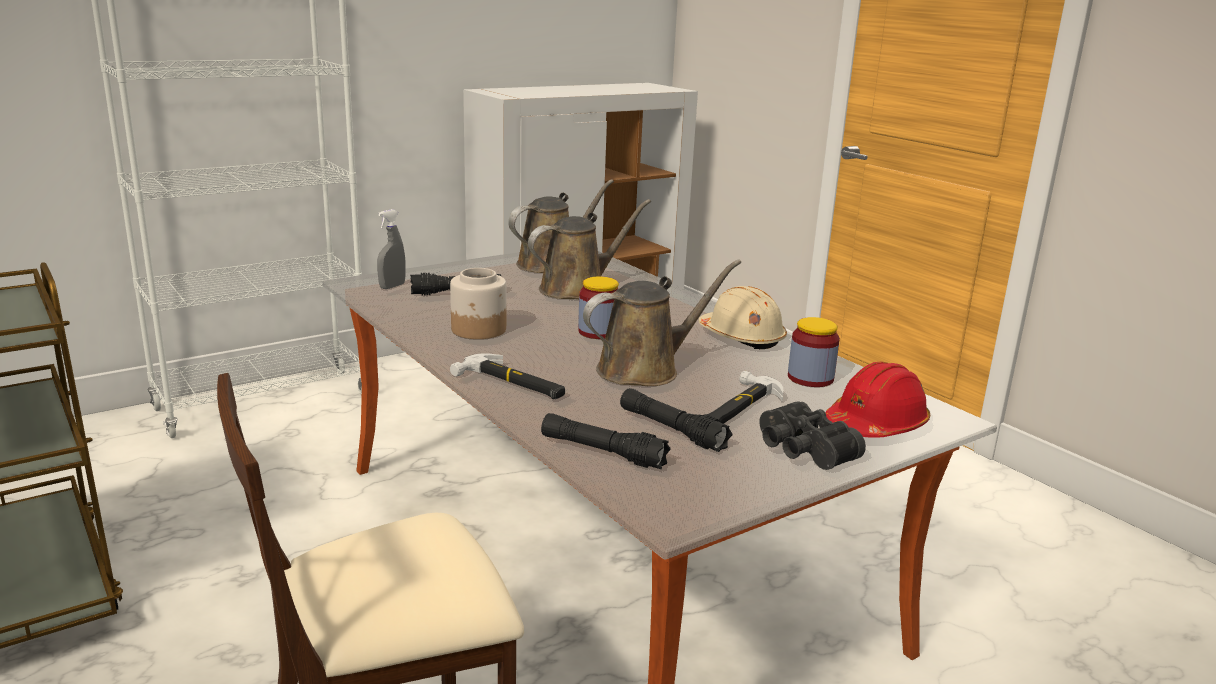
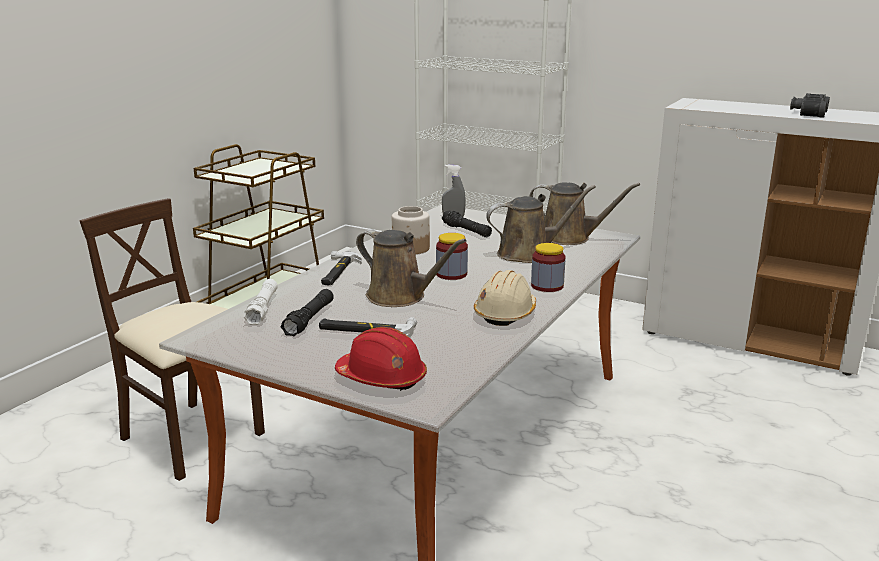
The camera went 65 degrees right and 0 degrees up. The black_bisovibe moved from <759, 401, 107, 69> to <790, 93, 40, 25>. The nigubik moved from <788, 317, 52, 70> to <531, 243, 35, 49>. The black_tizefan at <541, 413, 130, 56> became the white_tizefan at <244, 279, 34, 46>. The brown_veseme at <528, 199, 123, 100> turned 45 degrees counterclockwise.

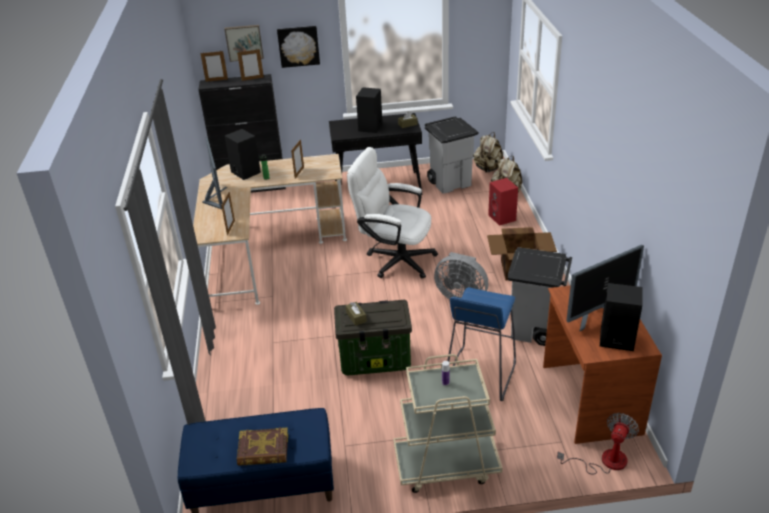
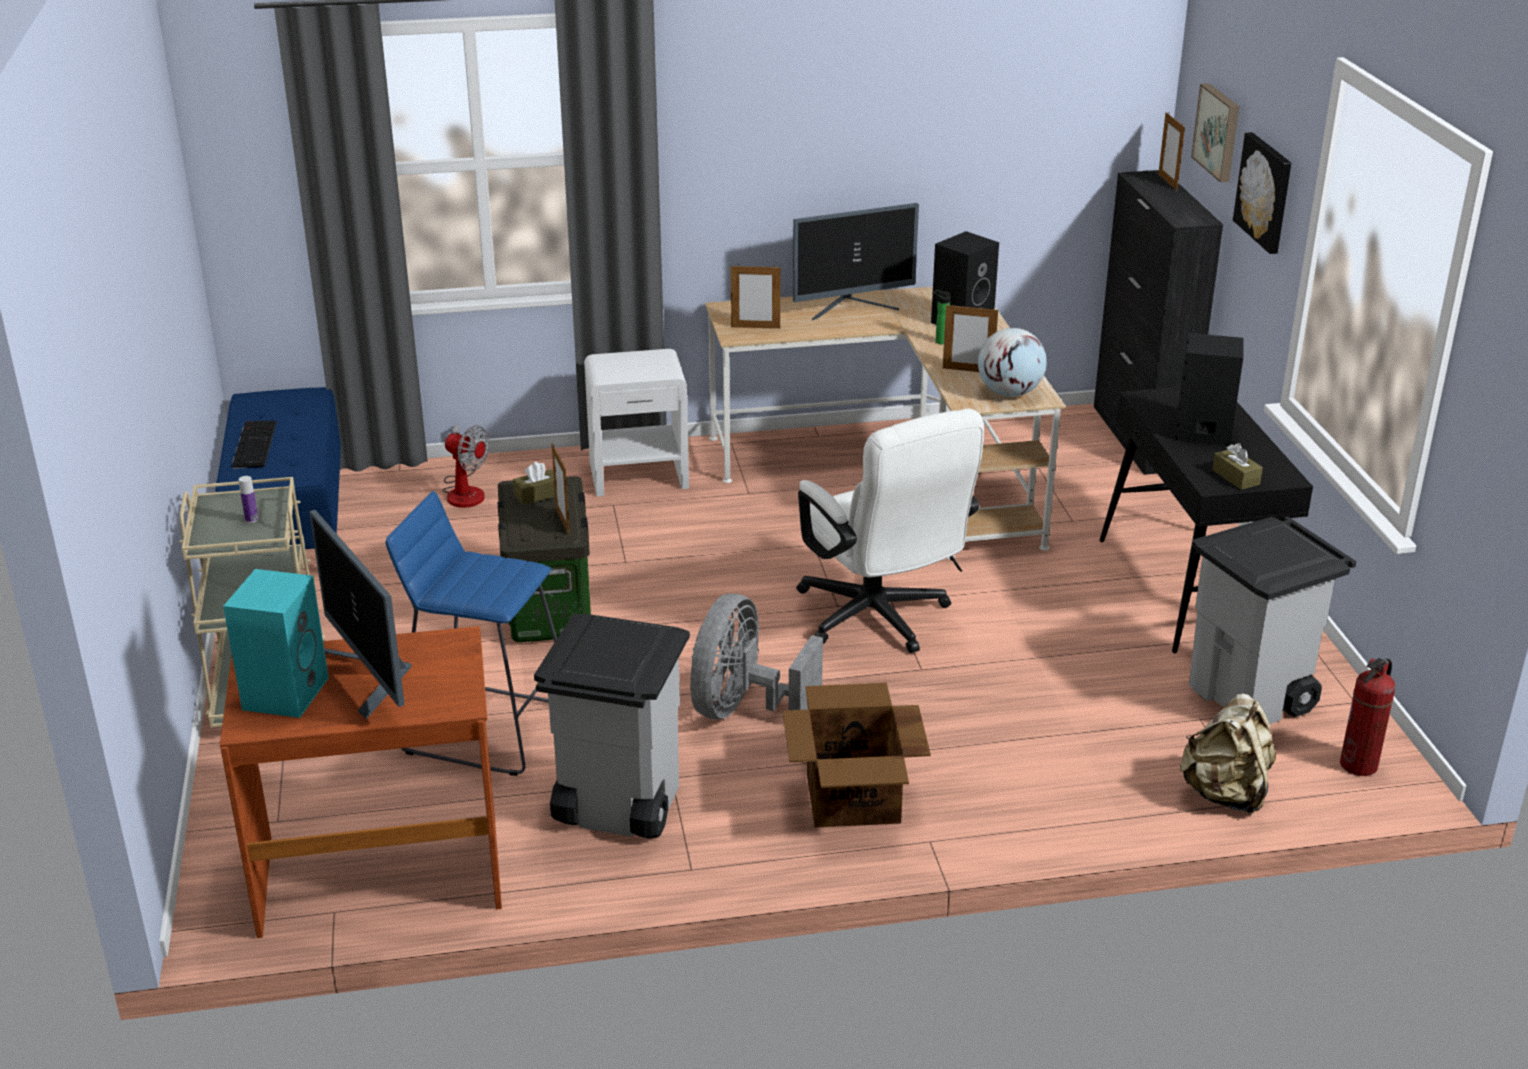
The camera went 85 degrees right and 5 degrees down. The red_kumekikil at <488, 178, 30, 48> disappeared. The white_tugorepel at <584, 349, 105, 147> appeared. The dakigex at <978, 328, 69, 69> appeared. The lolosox moved from <237, 49, 27, 32> to <551, 443, 19, 92>. The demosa moved from <557, 413, 82, 61> to <443, 424, 47, 84>. The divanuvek at <237, 427, 51, 39> was replaced by the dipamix at <232, 420, 45, 49>. The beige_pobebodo at <474, 132, 29, 41> was replaced by the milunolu at <1340, 658, 55, 118>. The black_kumekikil at <600, 283, 43, 68> became the turquoise_kumekikil at <223, 569, 105, 149>. The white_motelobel at <347, 147, 91, 132> turned 135 degrees clockwise.

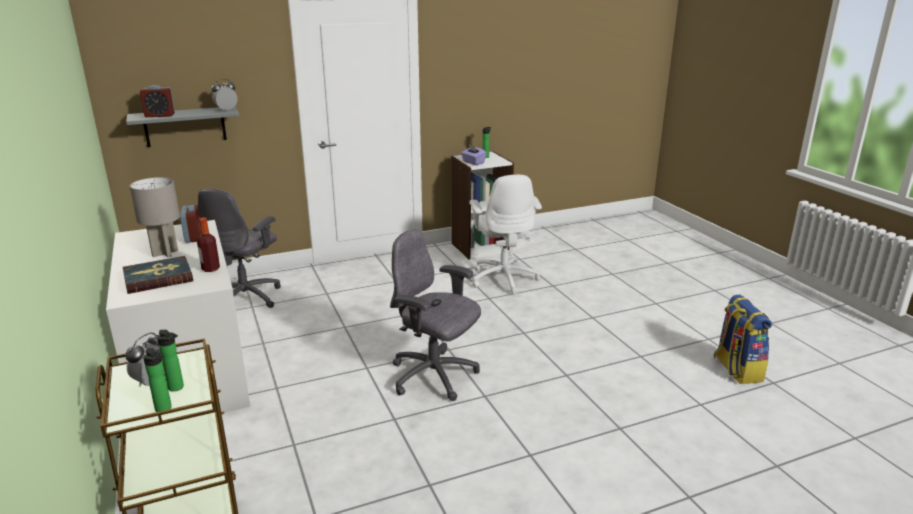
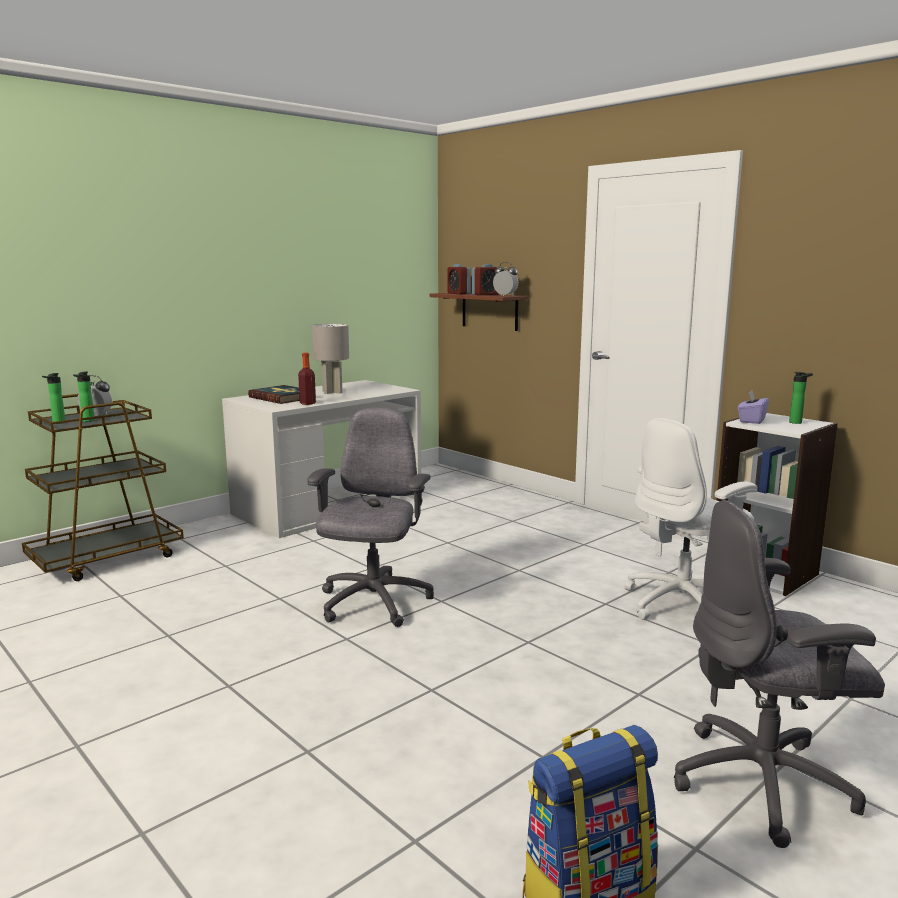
The camera went 70 degrees right and 10 degrees down. The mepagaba moved from <180, 205, 21, 38> to <472, 264, 27, 31>. The grey_motelobel moved from <198, 189, 83, 119> to <674, 500, 211, 348>. The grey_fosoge at <126, 107, 113, 40> became the brown_fosoge at <430, 293, 98, 38>.

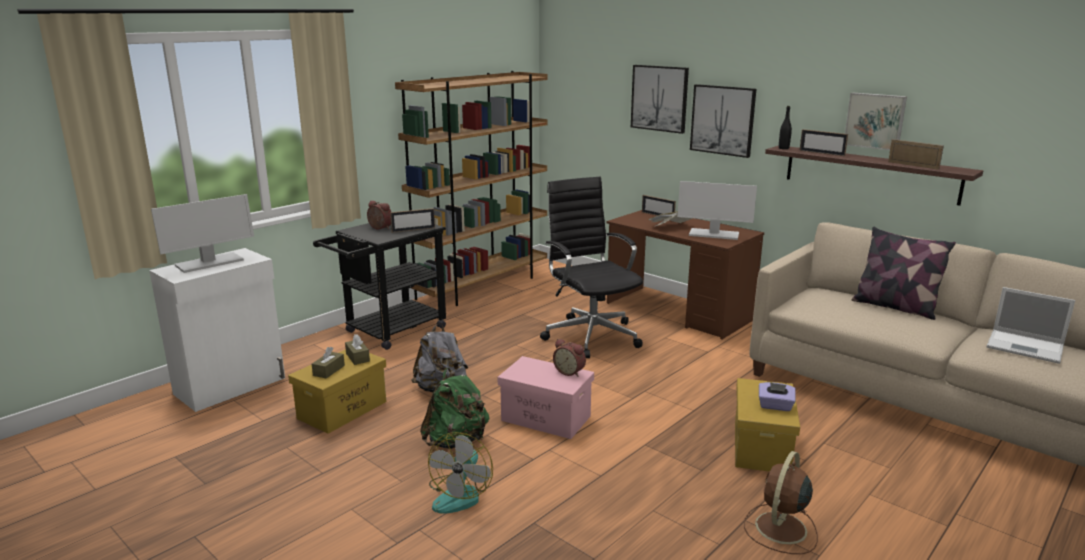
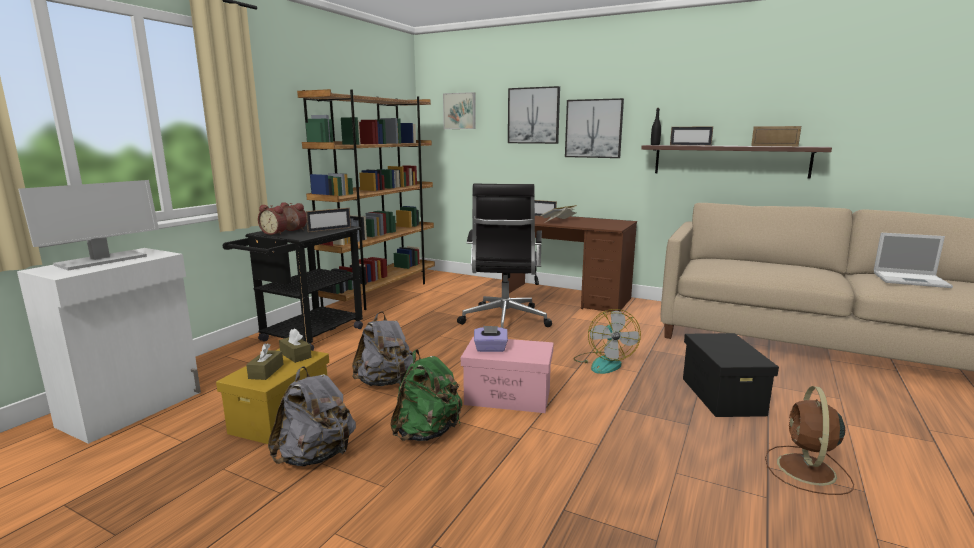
The camera went 15 degrees left and 5 degrees down. The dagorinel at <677, 181, 80, 59> disappeared. The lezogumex at <851, 227, 105, 93> disappeared. The grey_pobebodo at <268, 366, 88, 101> appeared. The demosa moved from <428, 432, 65, 82> to <573, 309, 68, 65>. The mepagaba moved from <553, 339, 33, 38> to <258, 205, 29, 30>. The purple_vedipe moved from <759, 382, 37, 29> to <474, 326, 34, 26>. The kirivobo moved from <845, 93, 62, 57> to <443, 92, 33, 37>. The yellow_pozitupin at <735, 378, 65, 93> became the black_pozitupin at <683, 333, 96, 84>. The black_motelobel at <540, 177, 103, 181> turned 135 degrees counterclockwise.

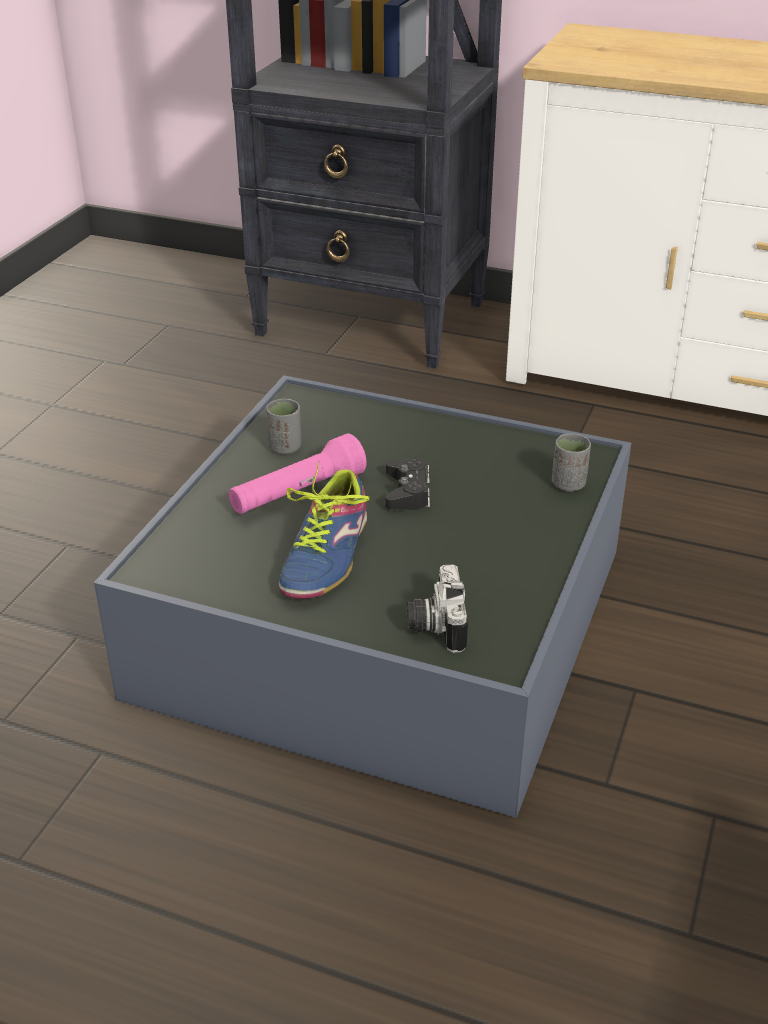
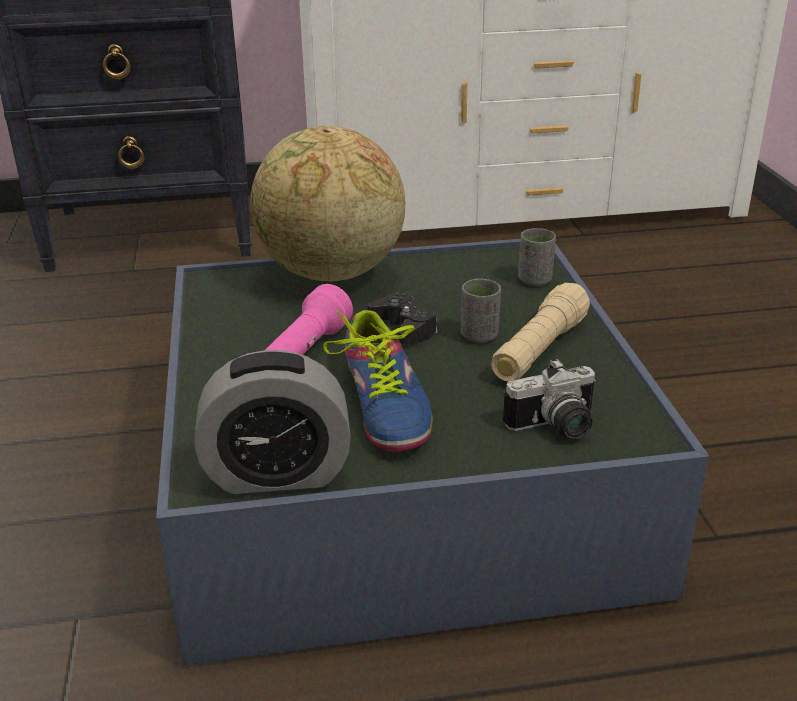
The camera went 30 degrees left and 5 degrees down. The mepagaba at <195, 350, 156, 144> appeared. The dakigex at <250, 126, 155, 155> appeared. The beige_tizefan at <491, 283, 99, 99> appeared. The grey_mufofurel moved from <266, 399, 35, 55> to <461, 278, 40, 65>. The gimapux at <407, 564, 61, 89> turned 75 degrees counterclockwise.

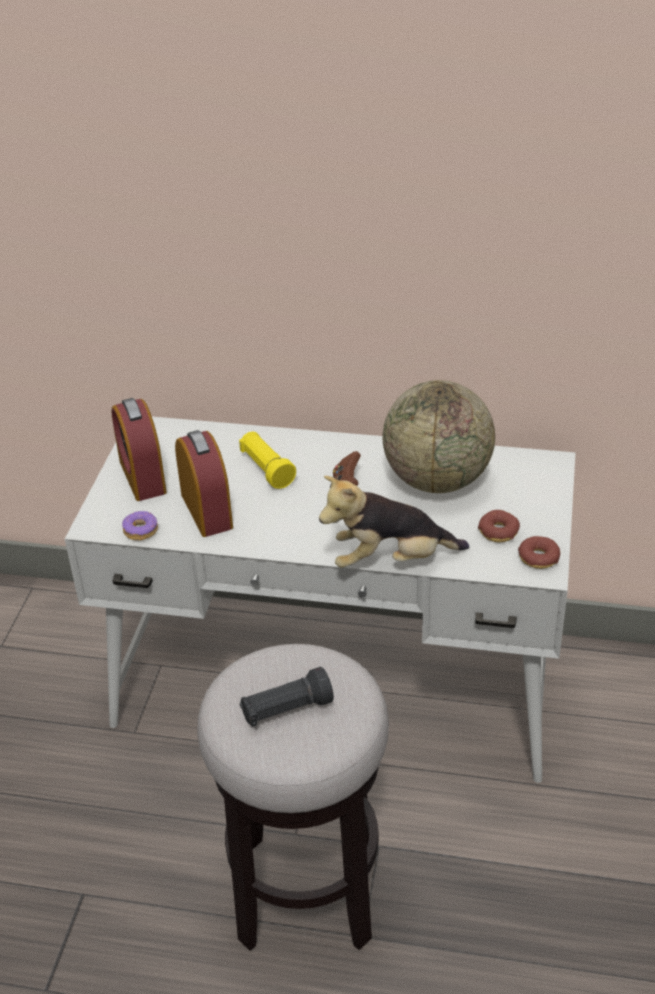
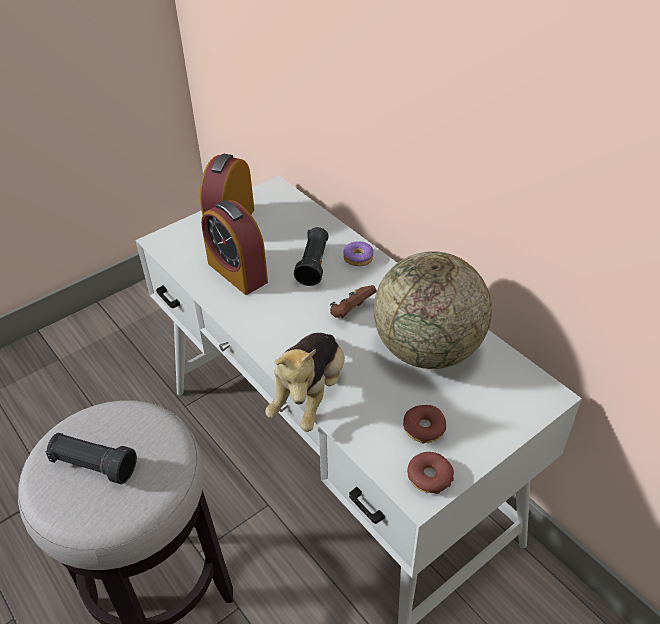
The camera went 40 degrees right and 5 degrees up. The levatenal moved from <122, 511, 36, 30> to <343, 241, 30, 25>. The yellow_tizefan at <239, 432, 57, 57> became the black_tizefan at <294, 227, 35, 59>. The mepagaba at <175, 430, 58, 107> turned 120 degrees clockwise. The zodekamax at <319, 476, 150, 92> turned 105 degrees counterclockwise.

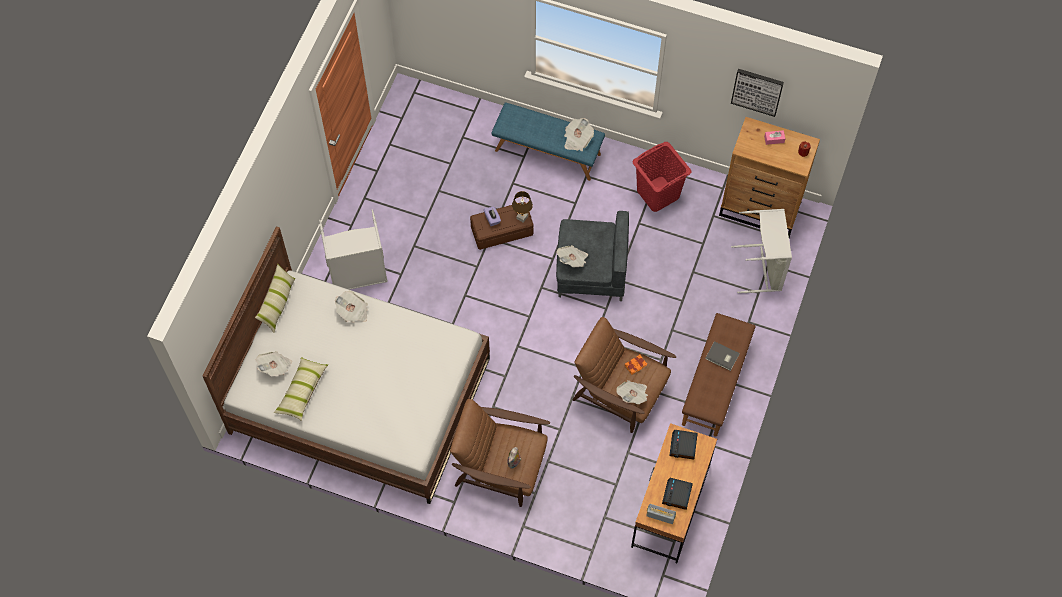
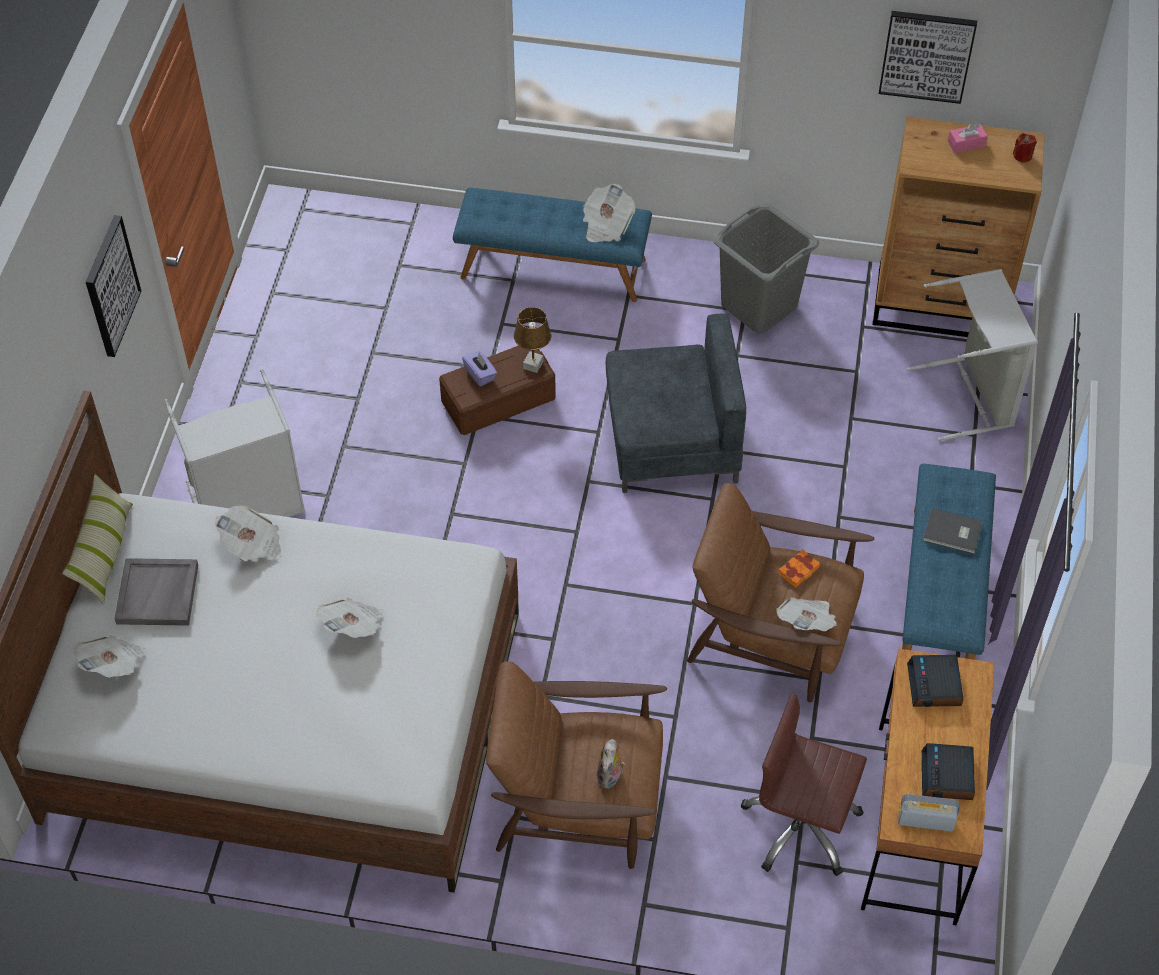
The camera went 10 degrees left and 10 degrees down. The lezogumex at <274, 357, 54, 64> disappeared. The kirivobo at <86, 215, 55, 142> appeared. The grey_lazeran at <115, 558, 83, 68> appeared. The brown_motelobel at <741, 692, 126, 184> appeared. The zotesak moved from <556, 245, 32, 23> to <316, 598, 68, 40>. The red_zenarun at <632, 142, 59, 70> became the grey_zenarun at <713, 203, 106, 131>. The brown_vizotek at <682, 313, 74, 124> became the blue_vizotek at <902, 464, 94, 196>.

